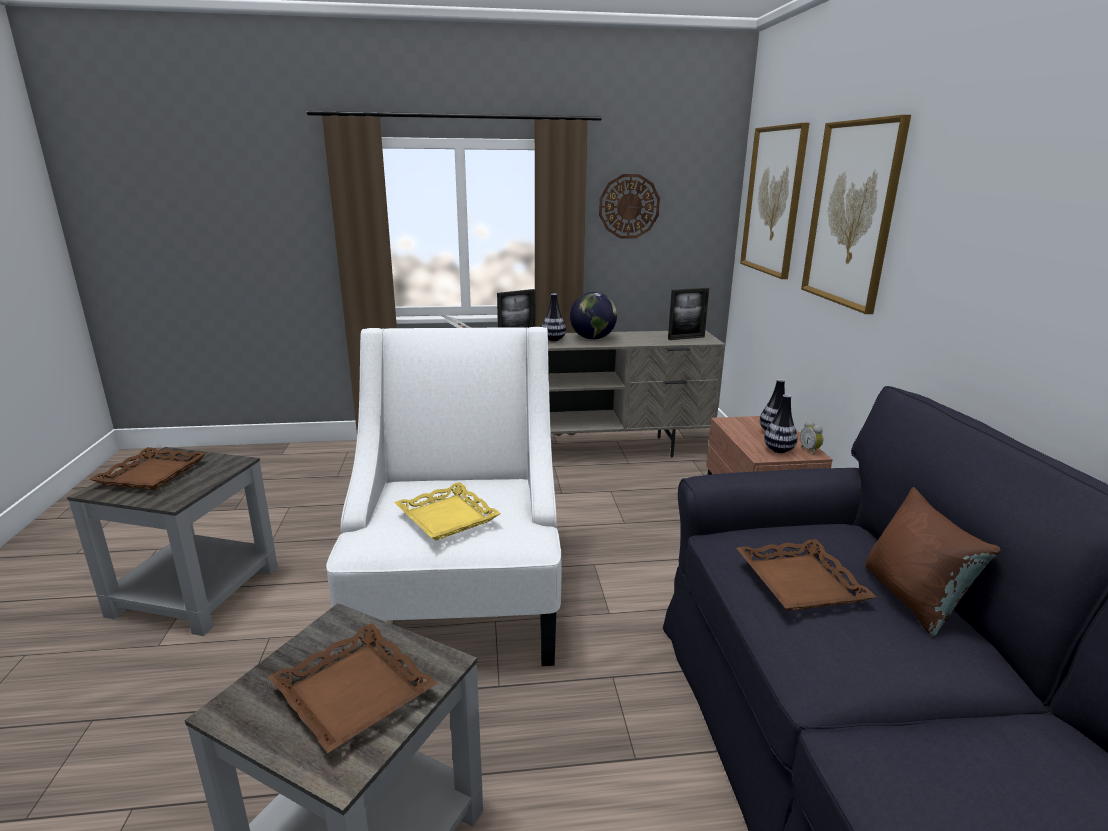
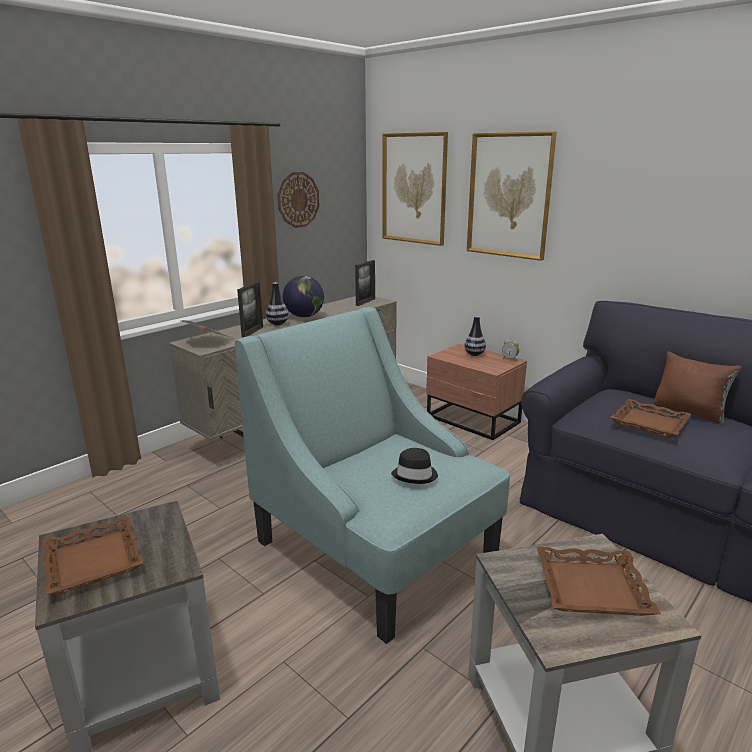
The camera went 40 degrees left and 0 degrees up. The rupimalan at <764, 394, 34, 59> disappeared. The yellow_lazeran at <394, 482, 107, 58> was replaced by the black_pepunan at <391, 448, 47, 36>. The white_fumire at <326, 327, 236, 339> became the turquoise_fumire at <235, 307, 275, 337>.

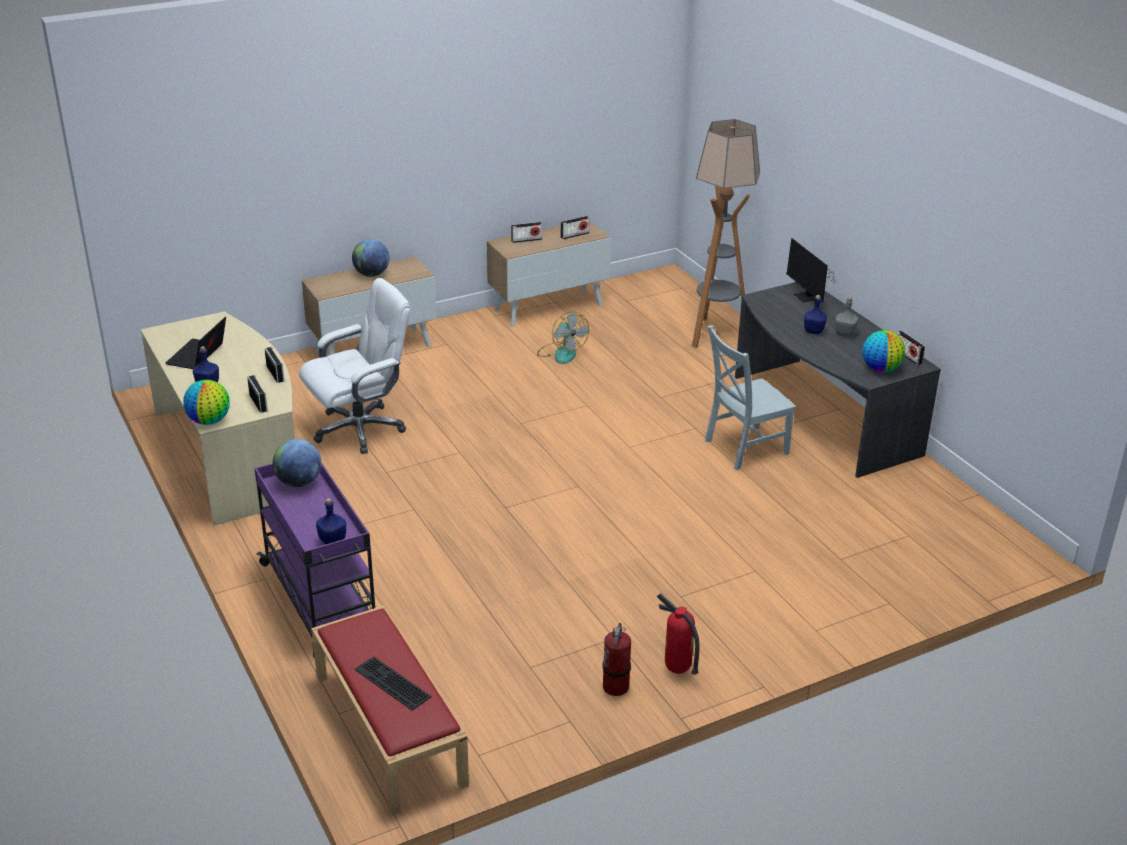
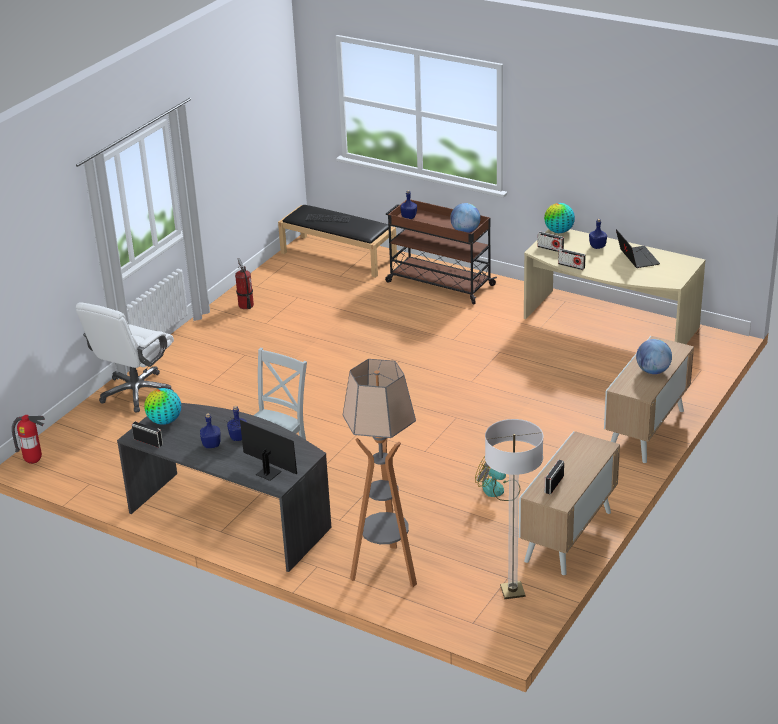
The camera went 150 degrees right and 0 degrees up. The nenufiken at <511, 222, 31, 21> disappeared. The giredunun at <485, 419, 58, 180> appeared. The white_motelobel moved from <299, 278, 111, 176> to <76, 302, 98, 111>. The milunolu moved from <657, 593, 43, 82> to <12, 415, 33, 49>. The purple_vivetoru at <254, 462, 121, 196> became the brown_vivetoru at <385, 199, 112, 105>. The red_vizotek at <311, 606, 158, 209> became the black_vizotek at <278, 205, 119, 73>. The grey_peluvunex at <835, 297, 23, 40> became the blue_peluvunex at <200, 413, 21, 35>.

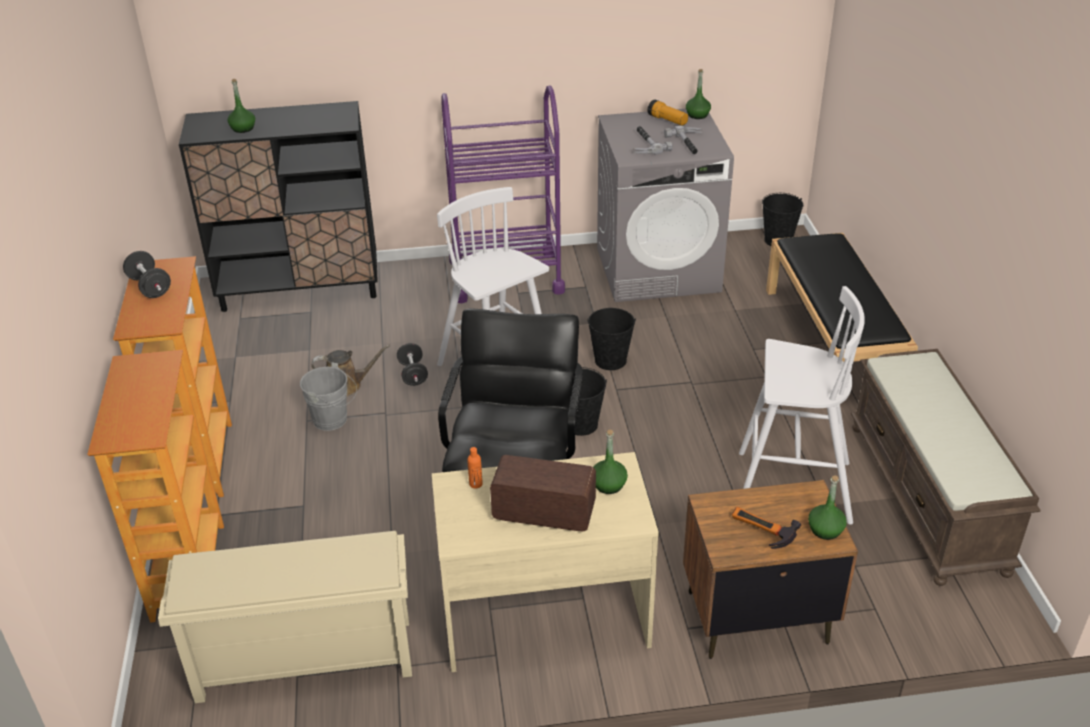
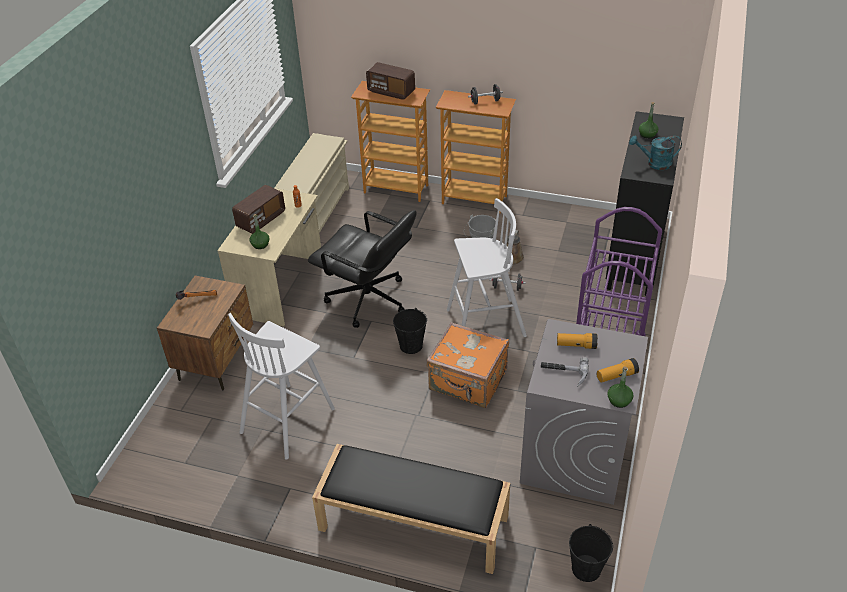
The camera went 115 degrees right and 5 degrees up. The green_peluvunex at <808, 476, 39, 64> disappeared. The brown_vizotek at <851, 349, 190, 237> disappeared. The nenufiken at <366, 62, 49, 38> appeared. The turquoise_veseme at <629, 136, 53, 34> appeared. The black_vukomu at <587, 308, 49, 62> was replaced by the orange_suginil at <427, 322, 82, 86>. The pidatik at <633, 126, 40, 28> was replaced by the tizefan at <557, 333, 41, 16>.

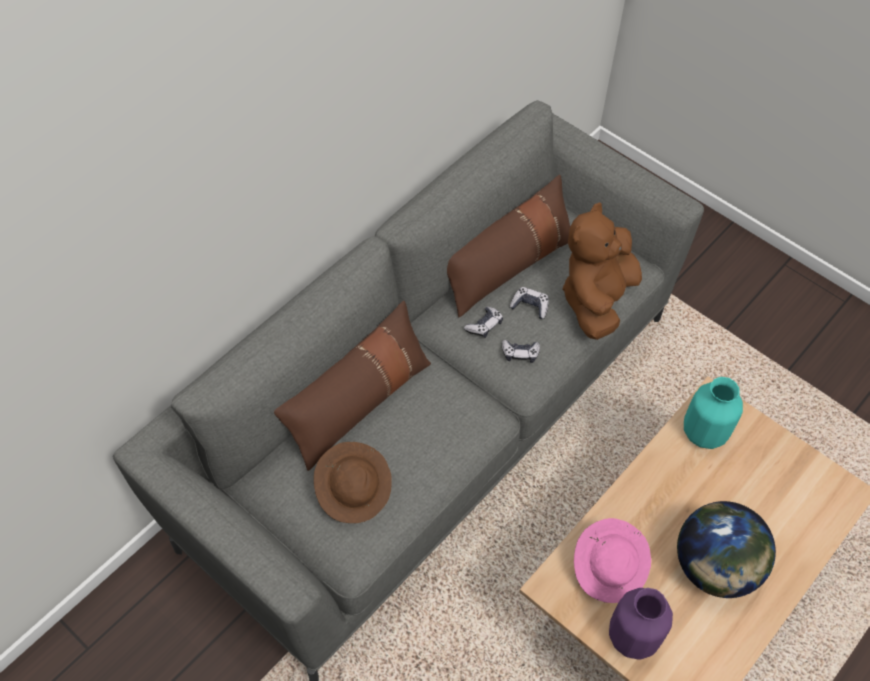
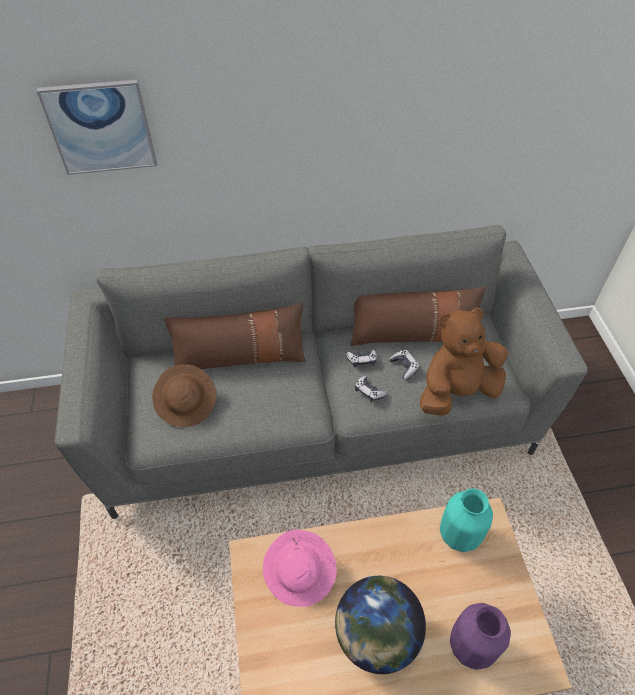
The camera went 40 degrees right and 5 degrees down. The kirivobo at <37, 80, 120, 95> appeared. The purple_rupimalan moved from <609, 588, 64, 72> to <450, 603, 61, 67>.

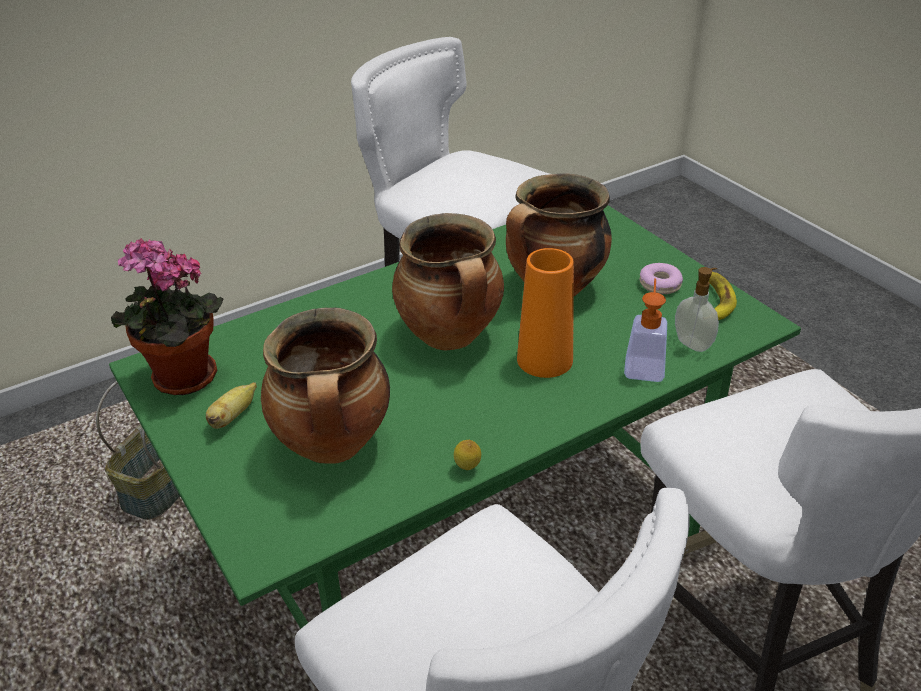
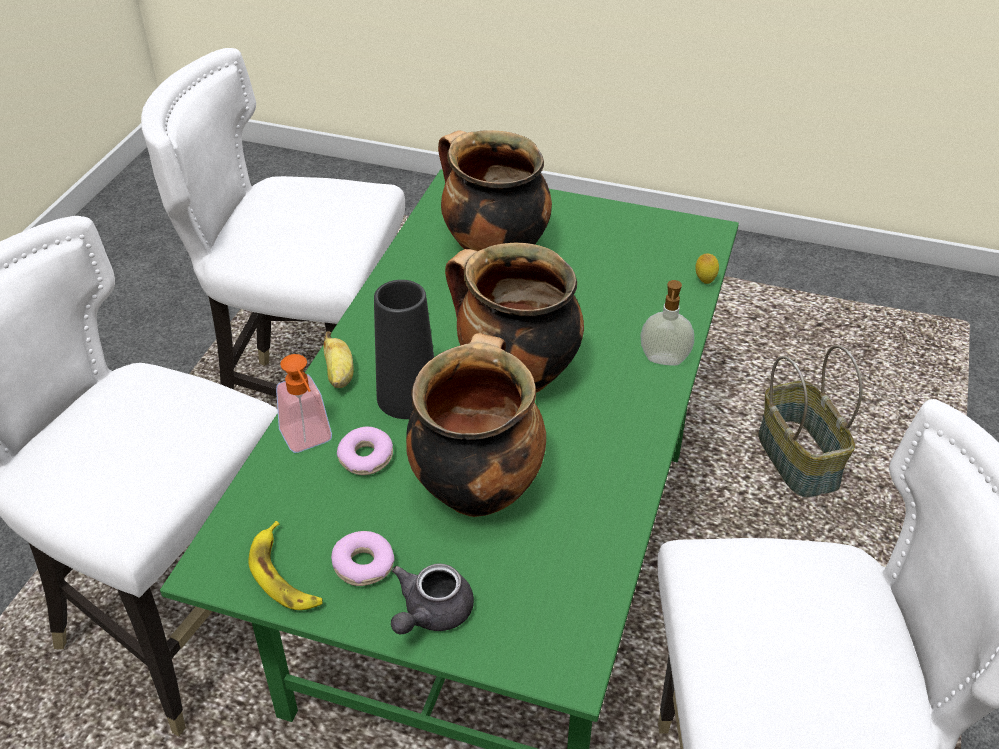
The camera went 140 degrees right and 5 degrees up. The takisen at <111, 238, 112, 158> disappeared. The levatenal at <337, 427, 56, 48> appeared. The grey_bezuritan at <391, 564, 83, 70> appeared. The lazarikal moved from <206, 382, 51, 47> to <323, 331, 31, 57>. The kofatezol moved from <454, 440, 27, 30> to <696, 254, 23, 30>. The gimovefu moved from <675, 267, 44, 85> to <640, 280, 54, 86>. The orange_rupimalan at <517, 248, 57, 130> became the black_rupimalan at <374, 280, 60, 139>.

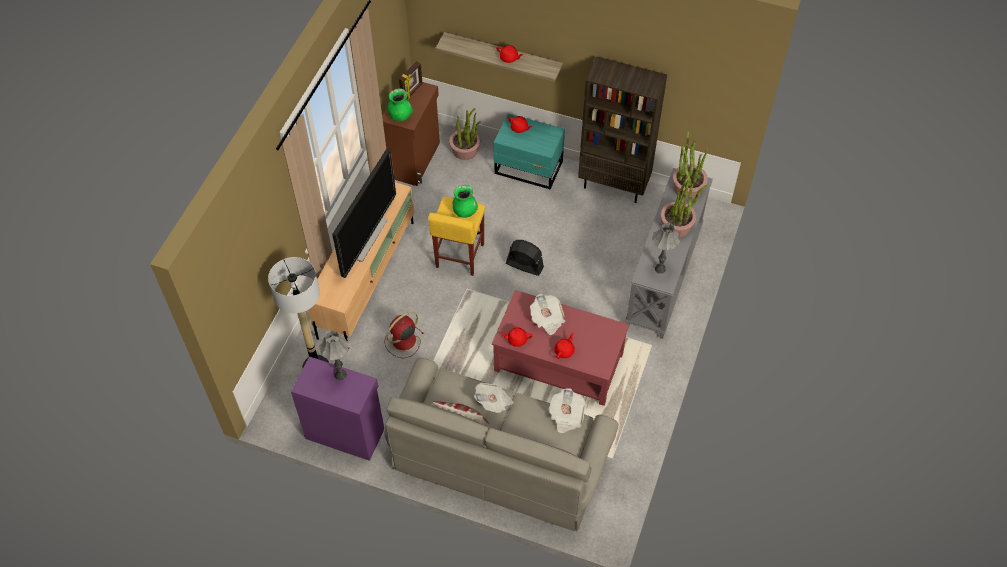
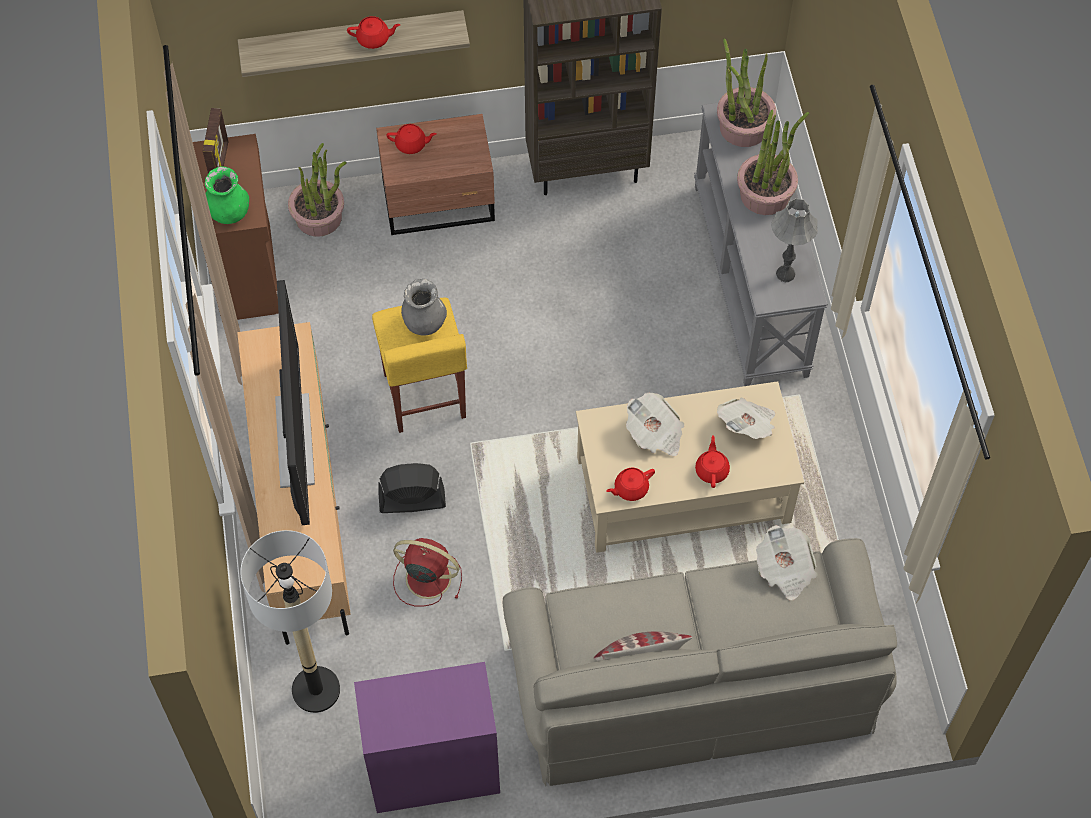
The camera went 30 degrees left and 5 degrees up. The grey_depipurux at <319, 330, 30, 51> disappeared. The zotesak moved from <474, 383, 40, 30> to <717, 397, 59, 42>. The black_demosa moved from <506, 240, 38, 36> to <378, 463, 68, 50>. The green_rupimalan at <453, 185, 25, 33> became the grey_rupimalan at <401, 279, 46, 56>. The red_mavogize at <492, 290, 137, 116> became the beige_mavogize at <576, 381, 228, 172>. The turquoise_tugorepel at <494, 113, 71, 76> became the brown_tugorepel at <376, 114, 119, 121>. The red_demosa at <384, 312, 40, 46> turned 90 degrees clockwise.

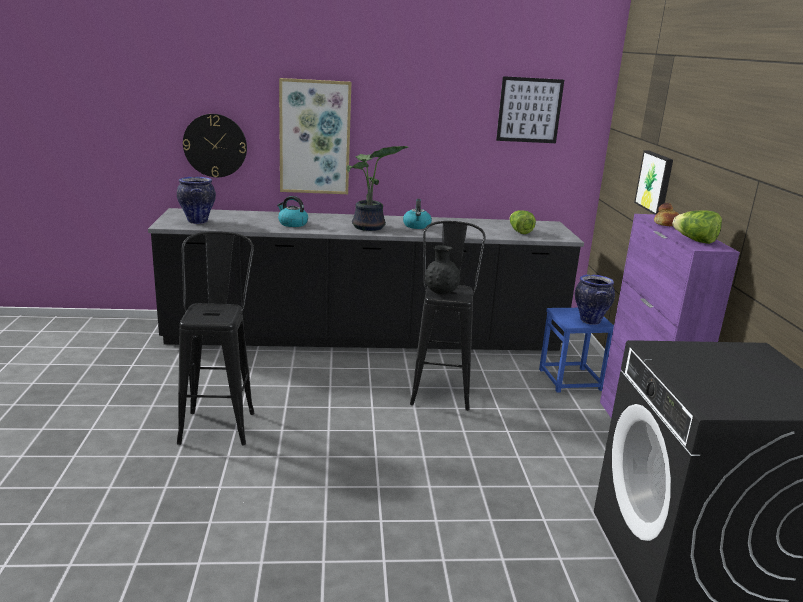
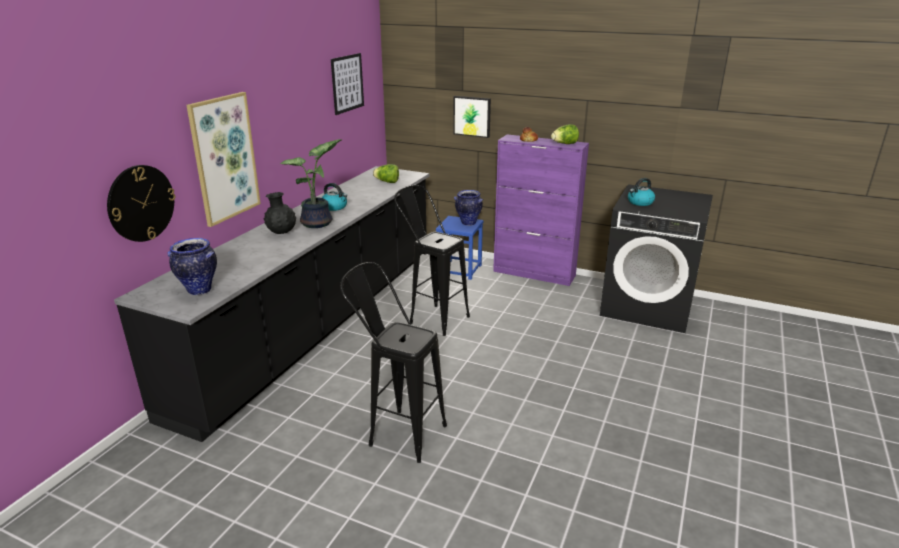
The camera went 60 degrees left and 5 degrees up. The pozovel moved from <277, 196, 31, 31> to <628, 178, 27, 28>. The black_rupimalan moved from <425, 245, 36, 50> to <264, 192, 32, 42>.

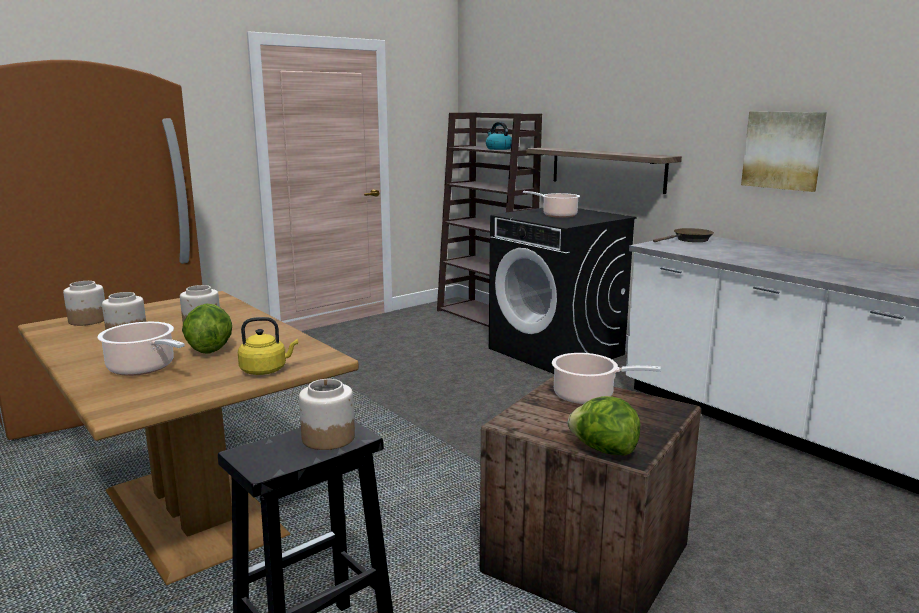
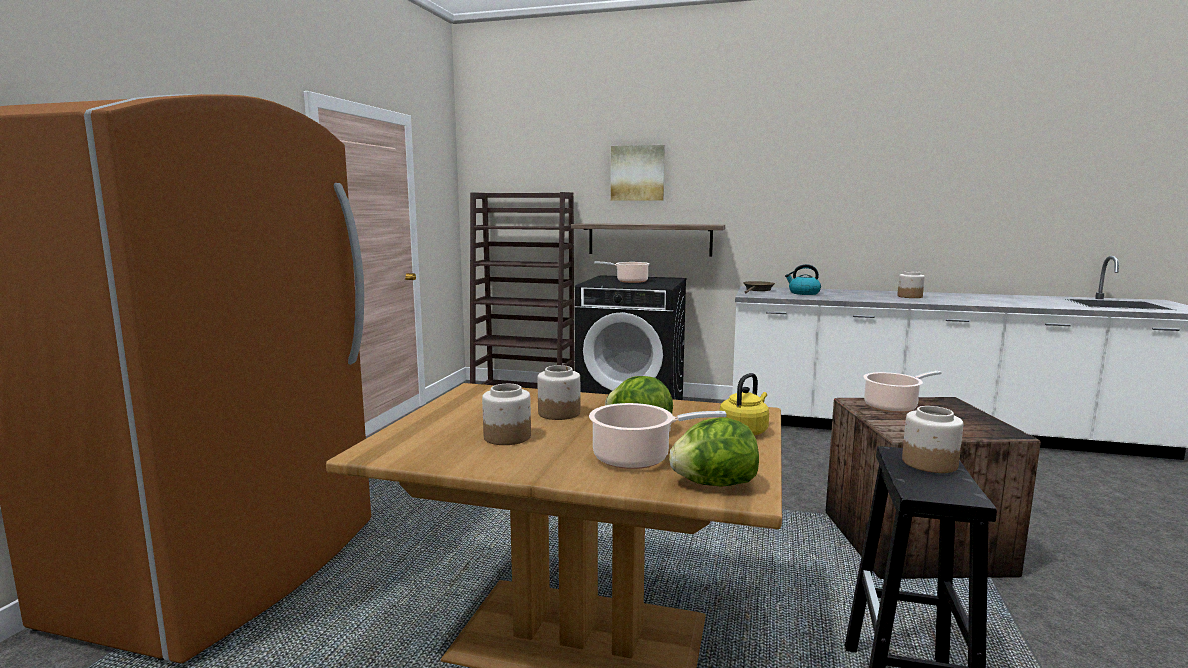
The camera went 35 degrees left and 5 degrees down. The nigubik moved from <63, 281, 42, 45> to <897, 271, 28, 27>. The pozovel moved from <486, 122, 26, 28> to <785, 264, 36, 31>. The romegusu moved from <567, 396, 73, 60> to <669, 418, 90, 69>. The kirivobo moved from <741, 111, 86, 81> to <611, 145, 54, 56>.

